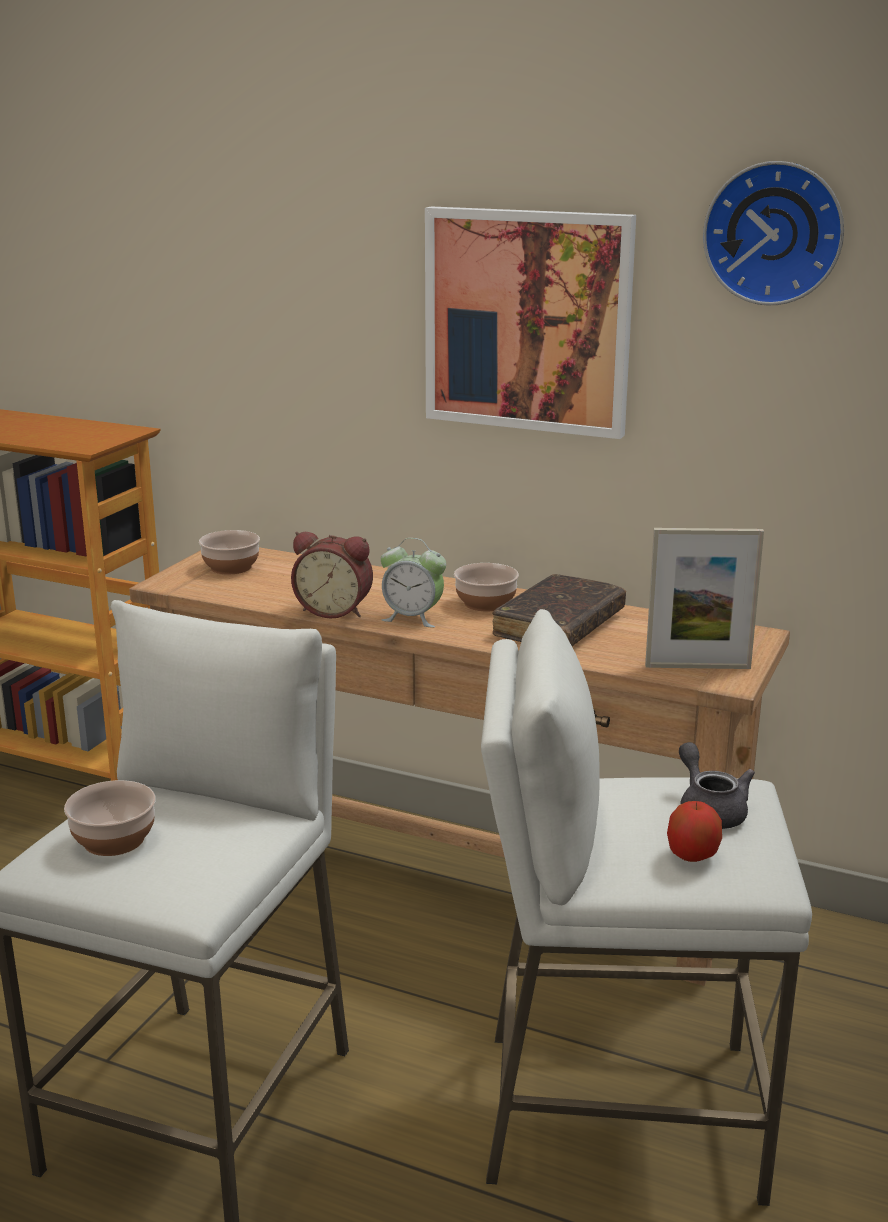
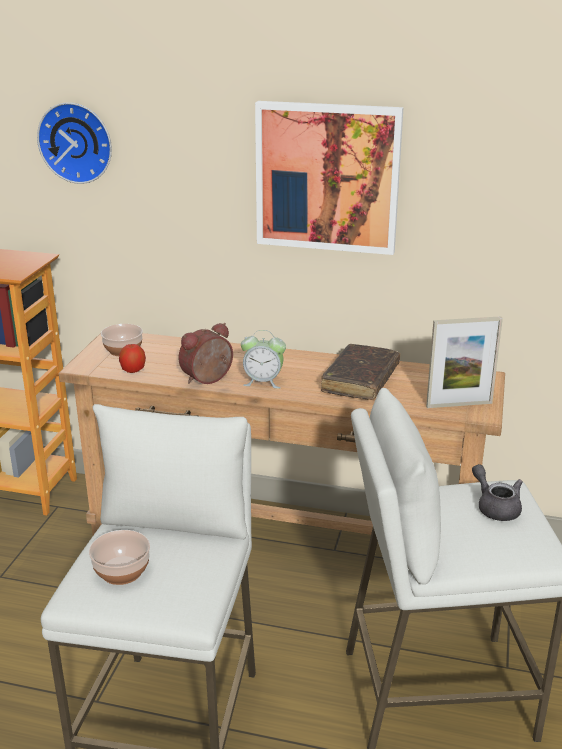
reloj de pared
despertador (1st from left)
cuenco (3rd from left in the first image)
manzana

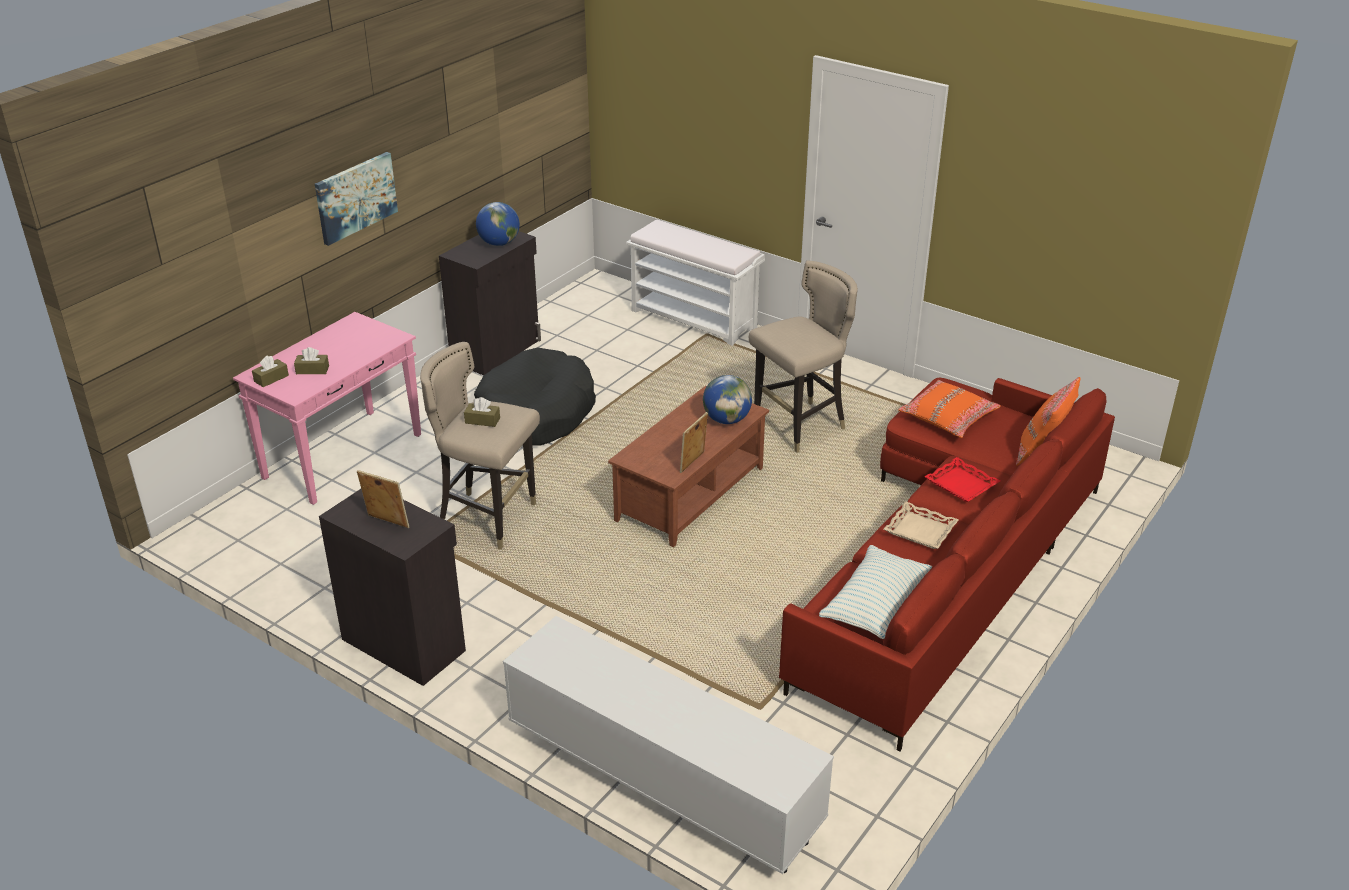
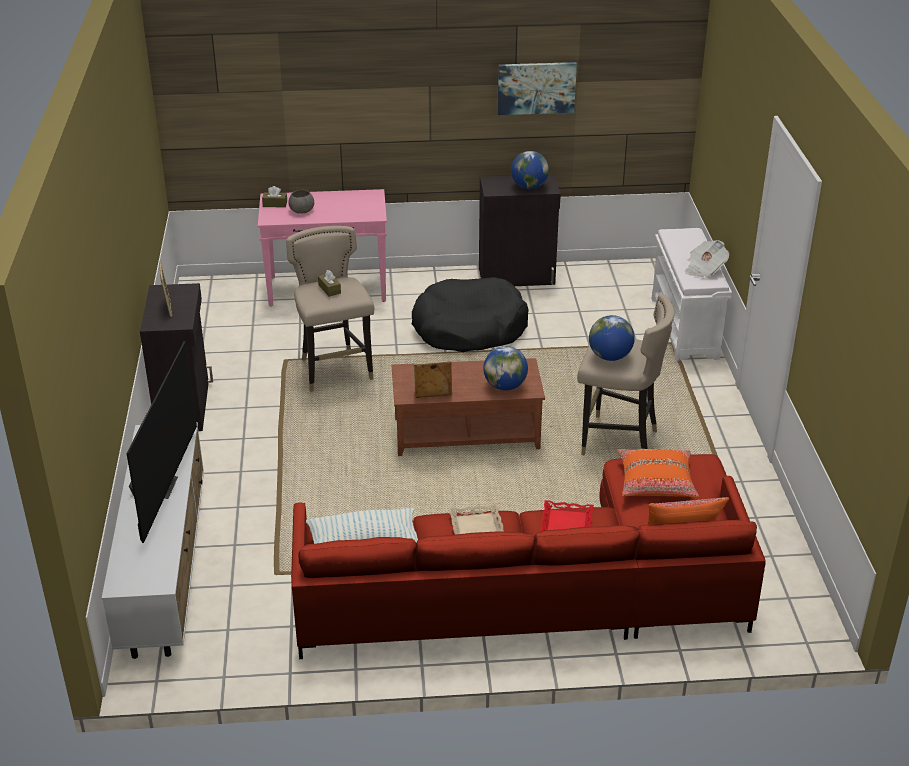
cuadro
cuenco (gris)
periódico
globo terráqueo (3rd from left)
televisor

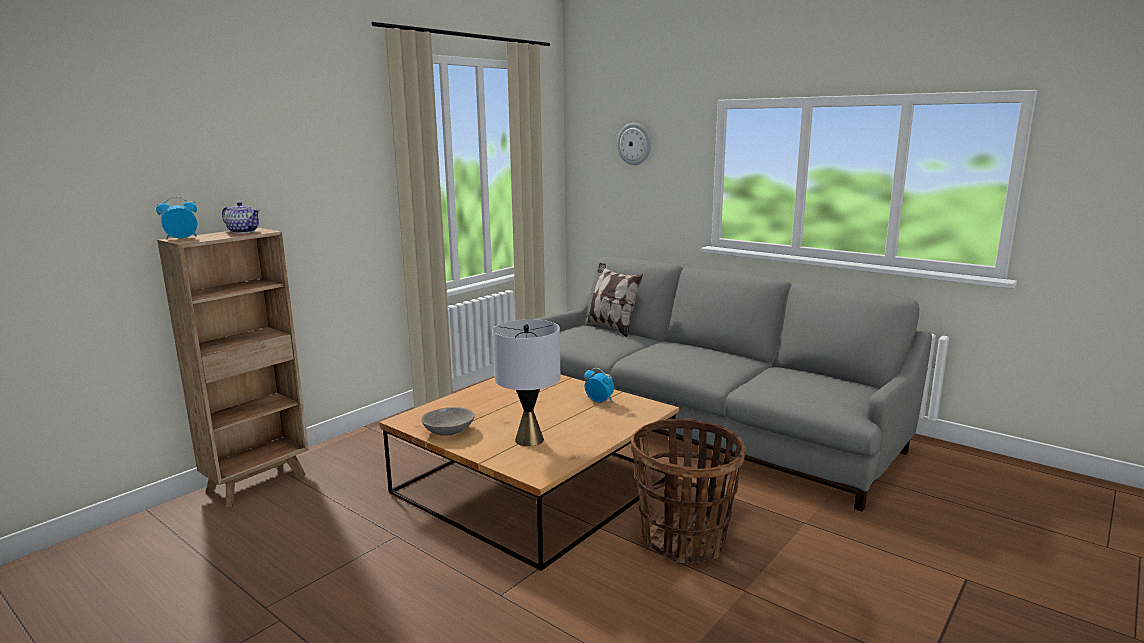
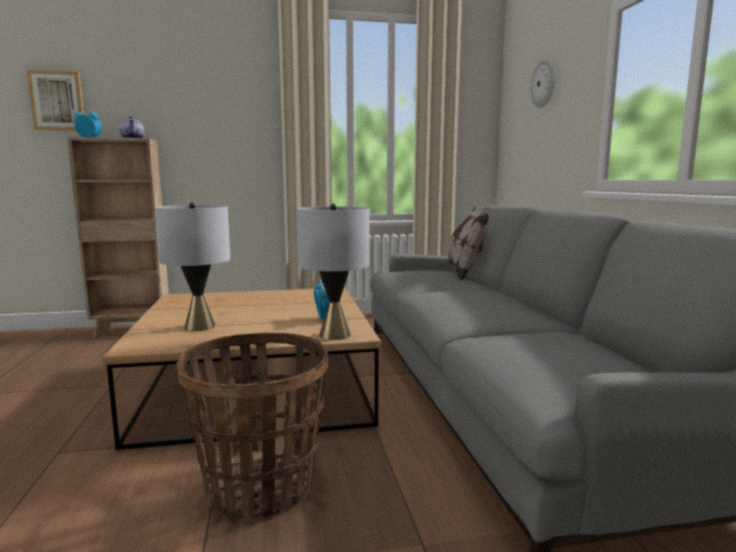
cuenco (gris)
cuadro
lámpara de mesa (gris) (2nd from left)

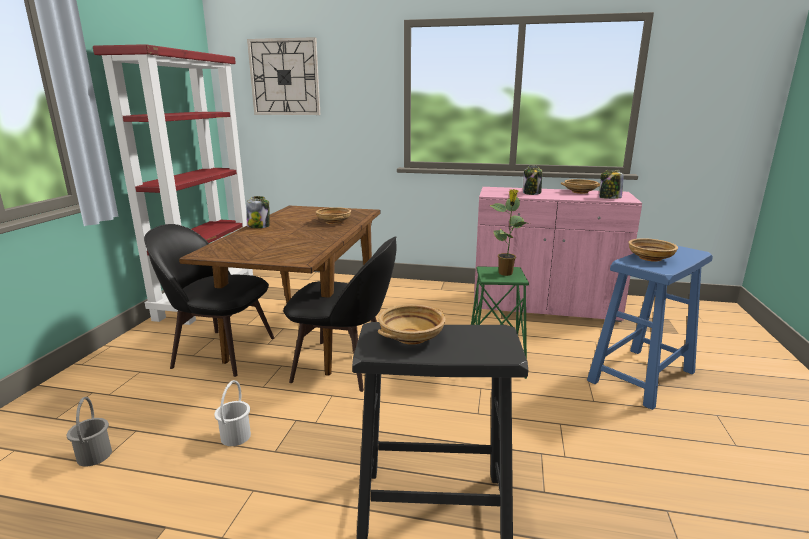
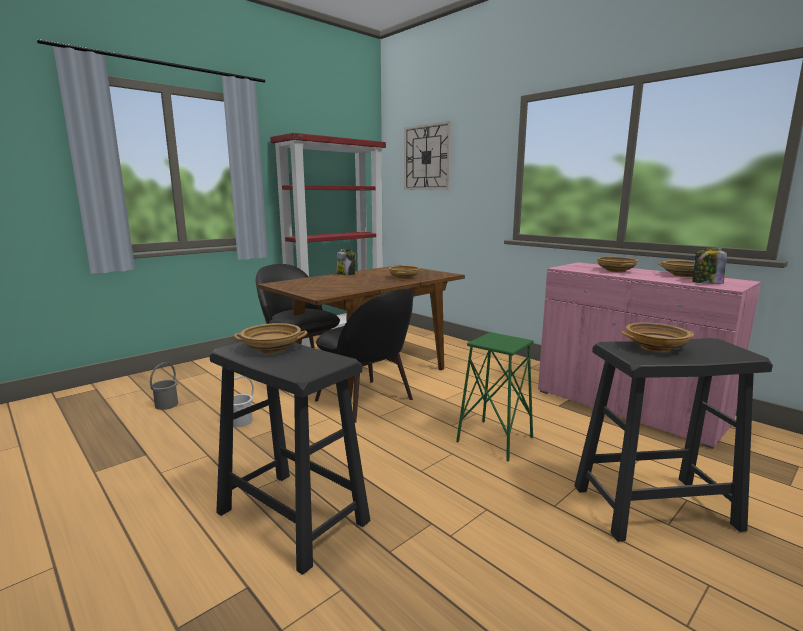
cuenco (beis) (3rd from left)
planta en maceta
taburete (negro) (2nd from left)

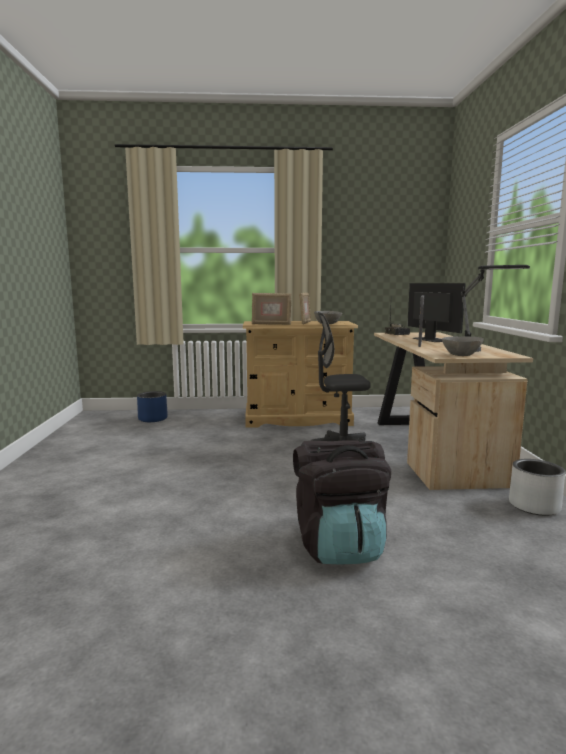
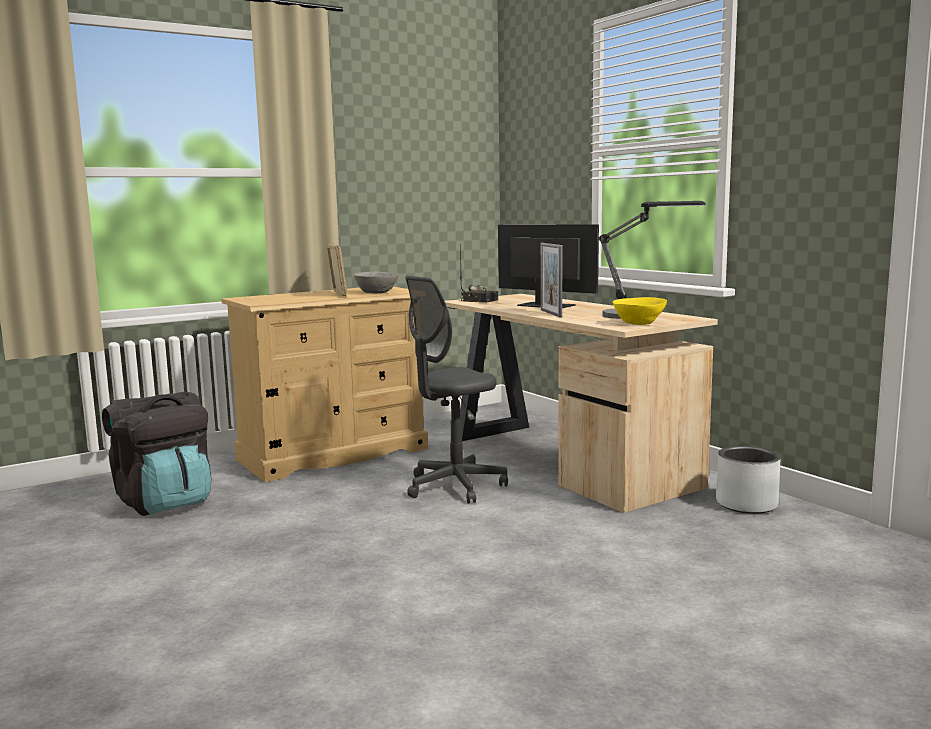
portarretratos (1st from left in the first image)
cuenco (amarillo)
maceta (azul)
mochila (negro)

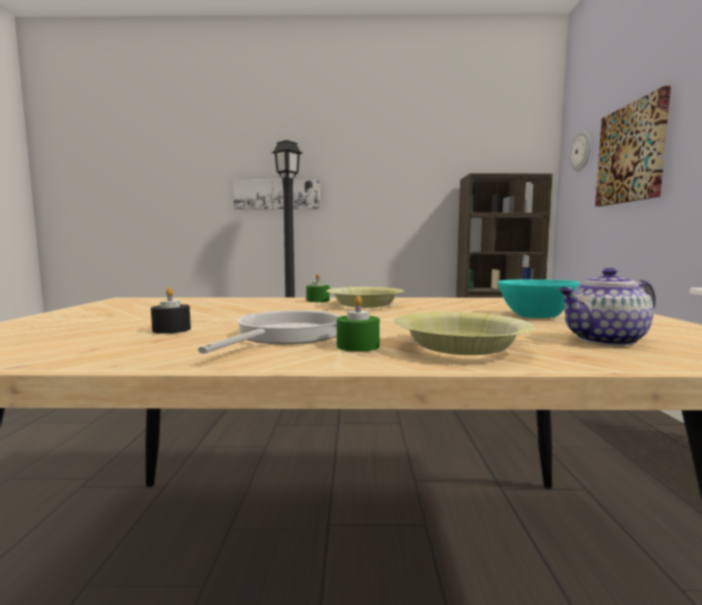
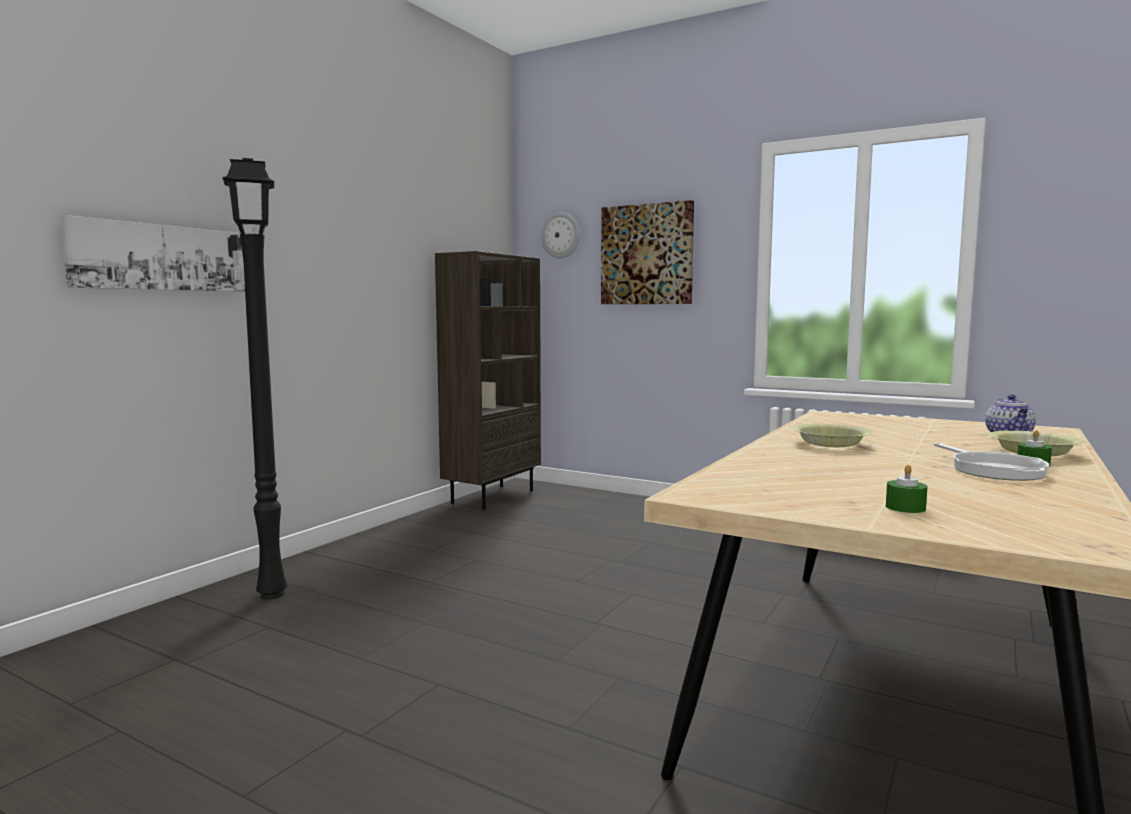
vela (verde) (1st from left)
cuenco (turquesa)
vela (negro)
sartén

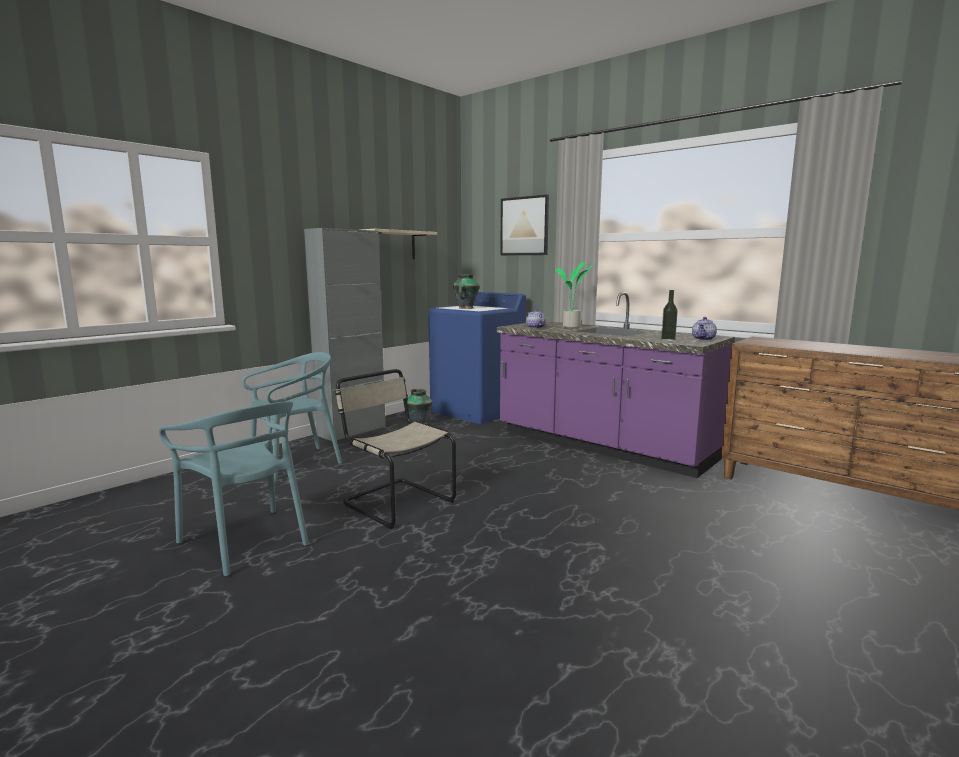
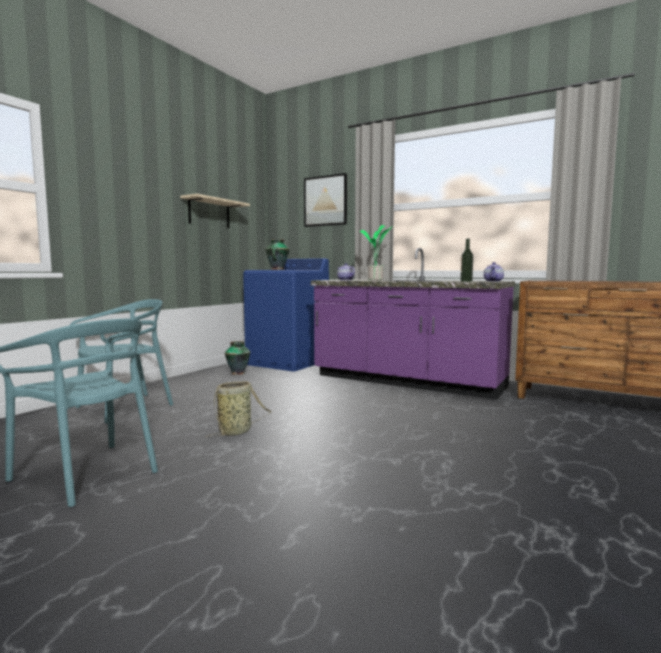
armario (gris)
cesta

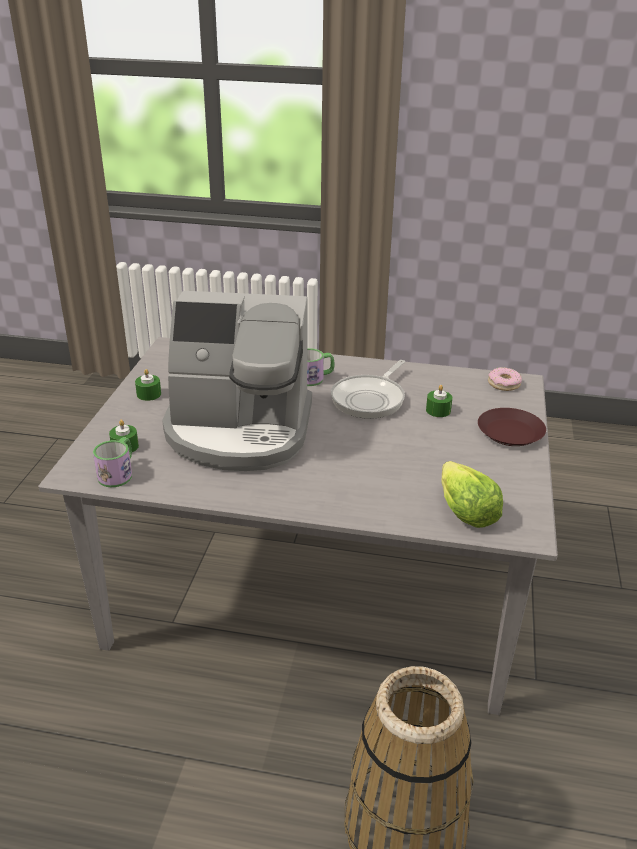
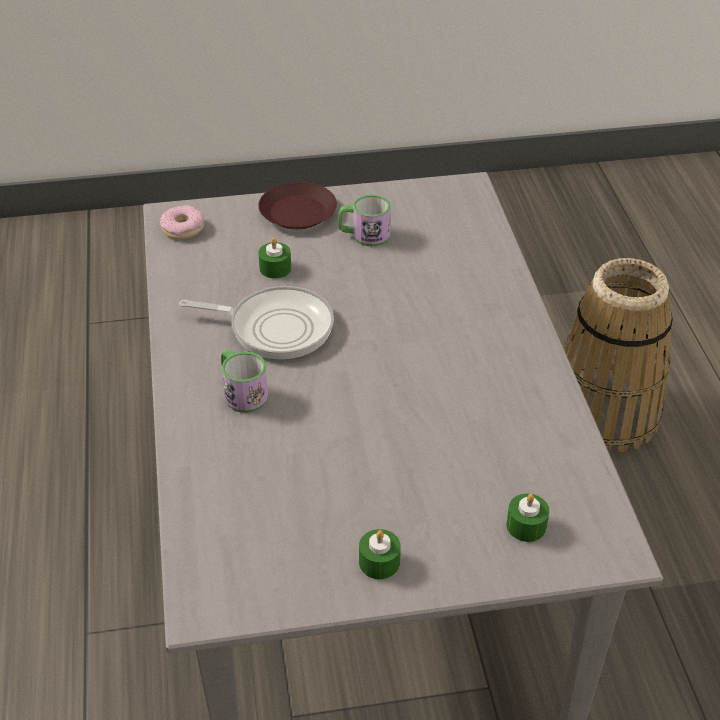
cafetera
taza grande (2nd from left)
lechuga

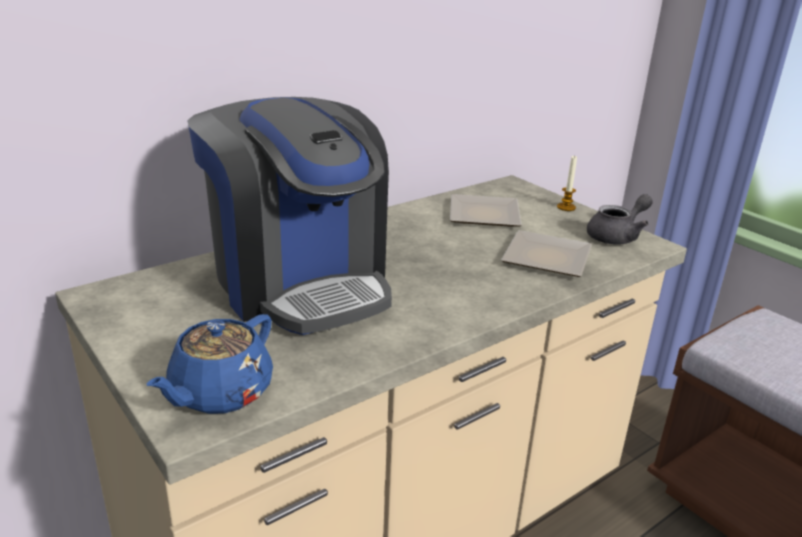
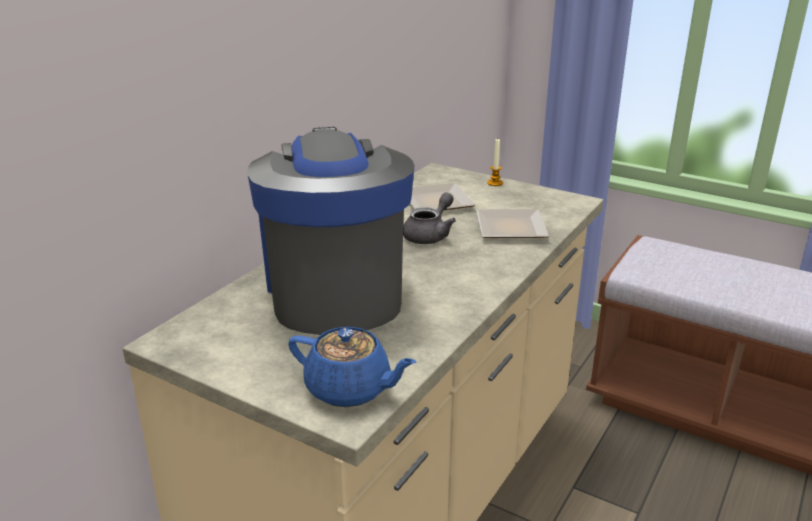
cafetera
tetera (gris)
tetera (azul)

